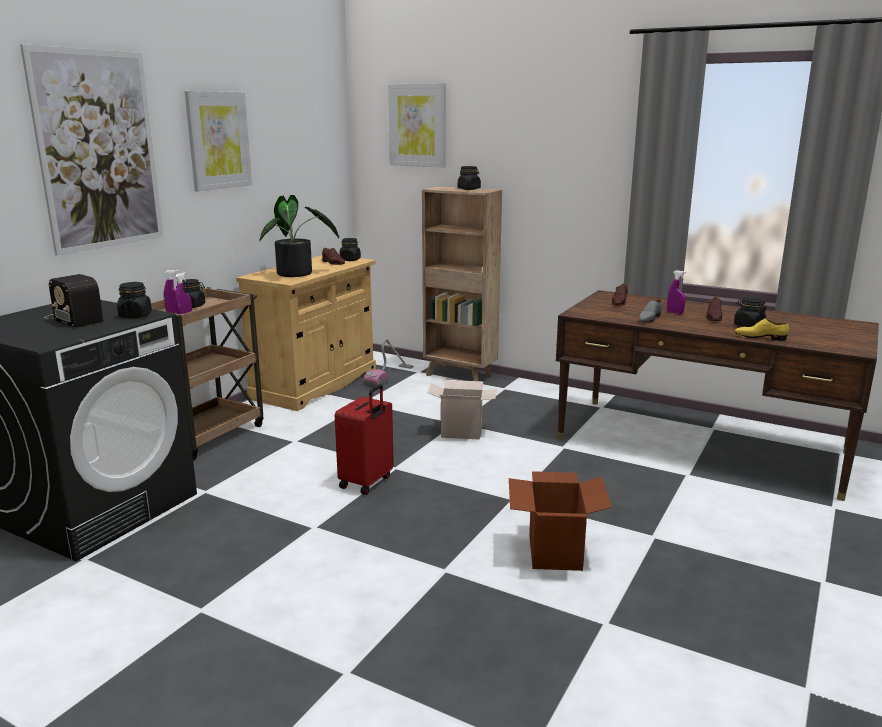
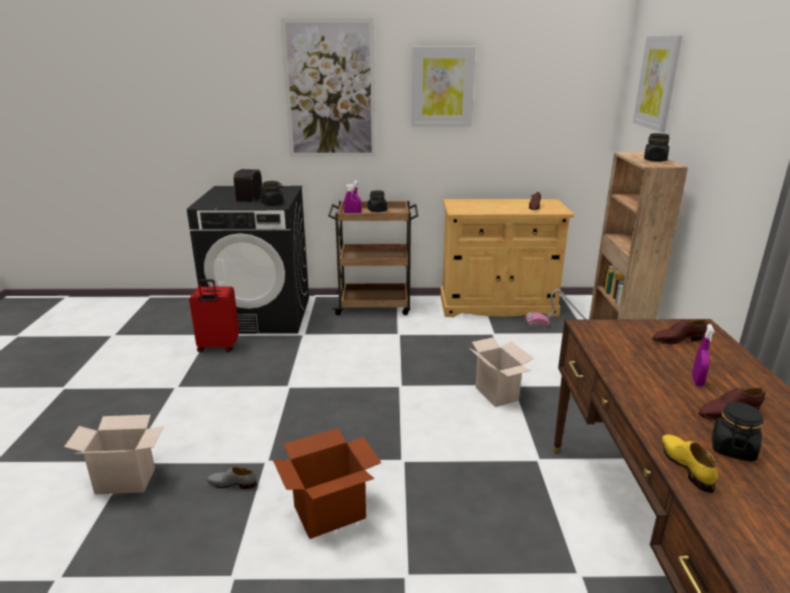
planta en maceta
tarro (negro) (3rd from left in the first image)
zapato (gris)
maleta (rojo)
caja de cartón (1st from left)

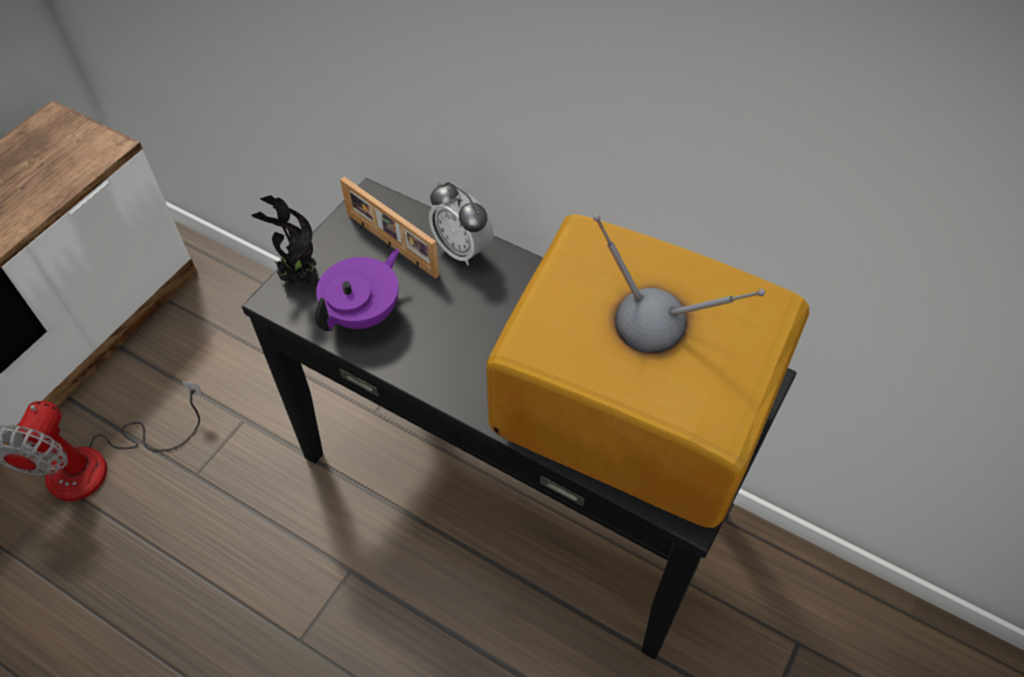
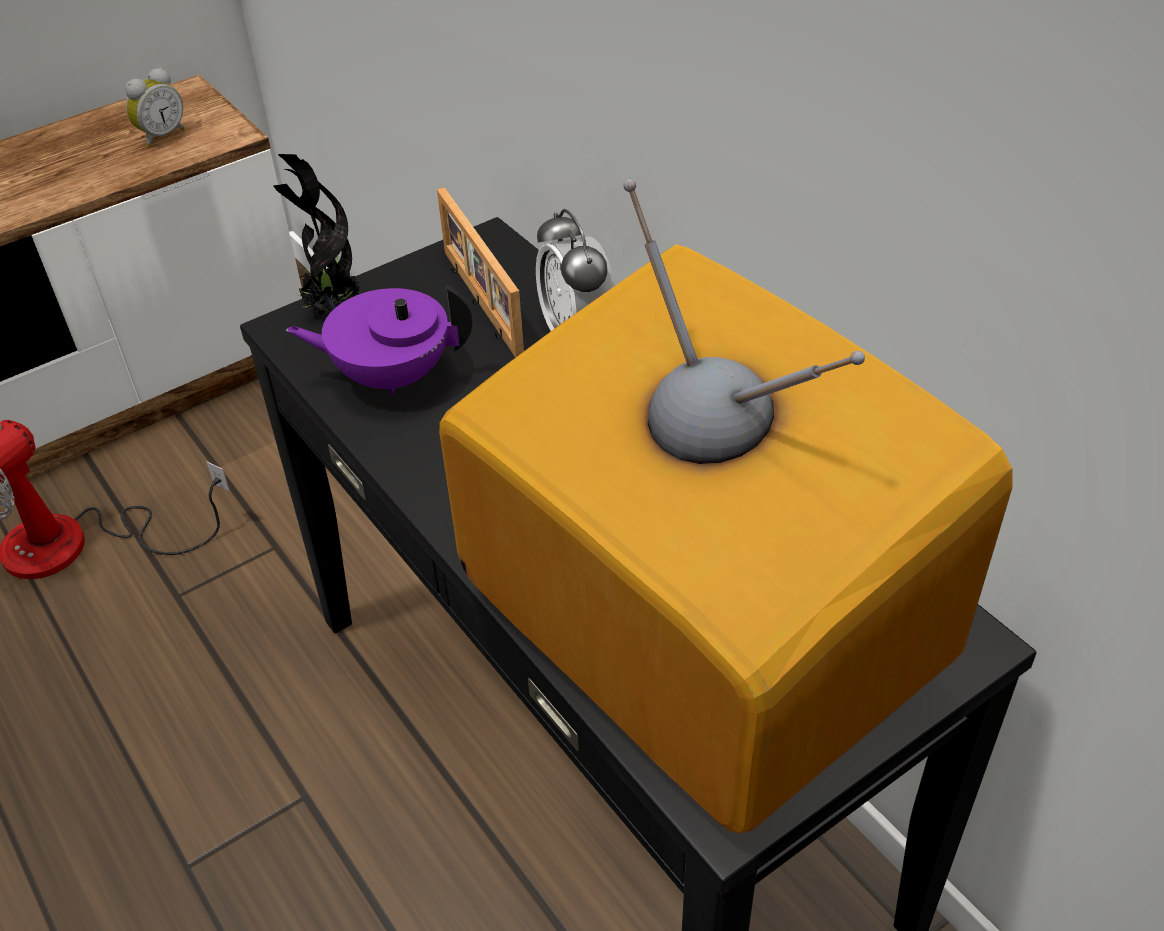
tetera (morado)
despertador (1st from left)

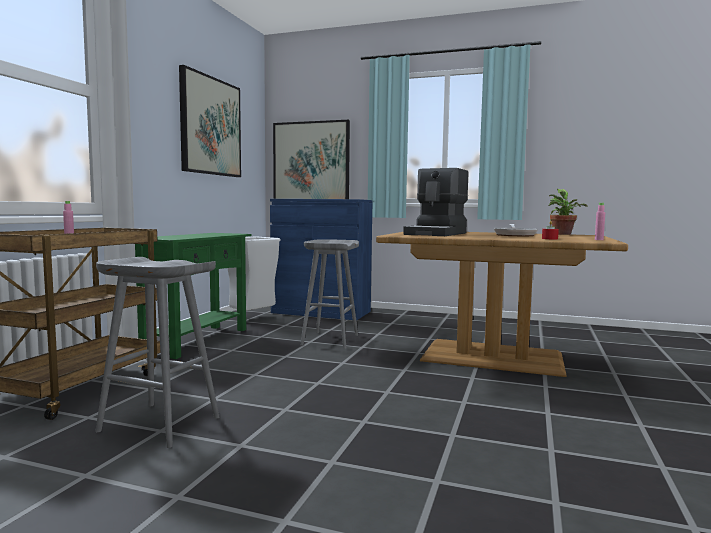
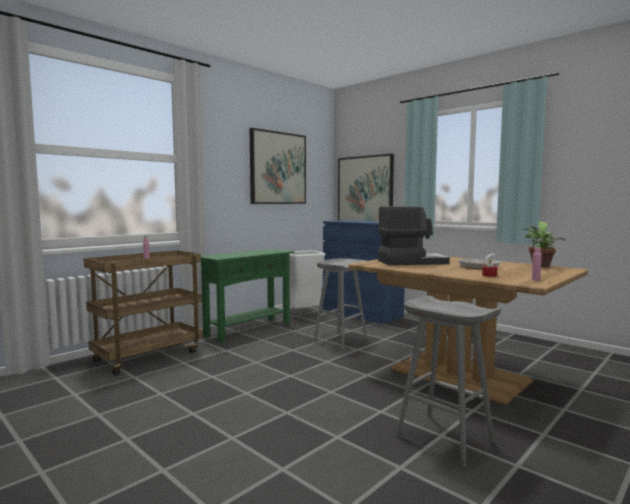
cafetera
taburete (gris) (2nd from left)

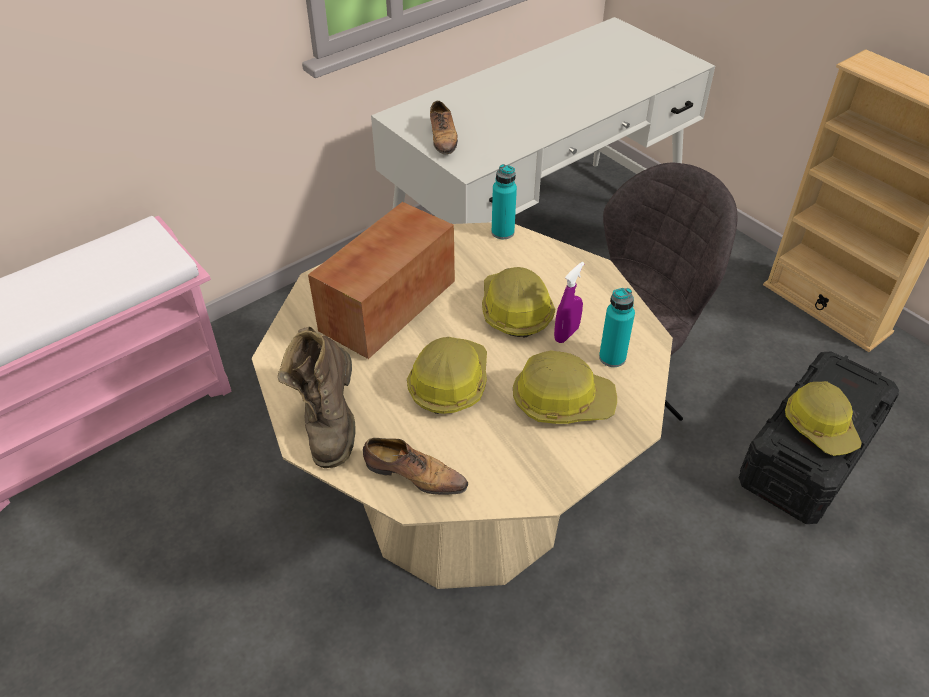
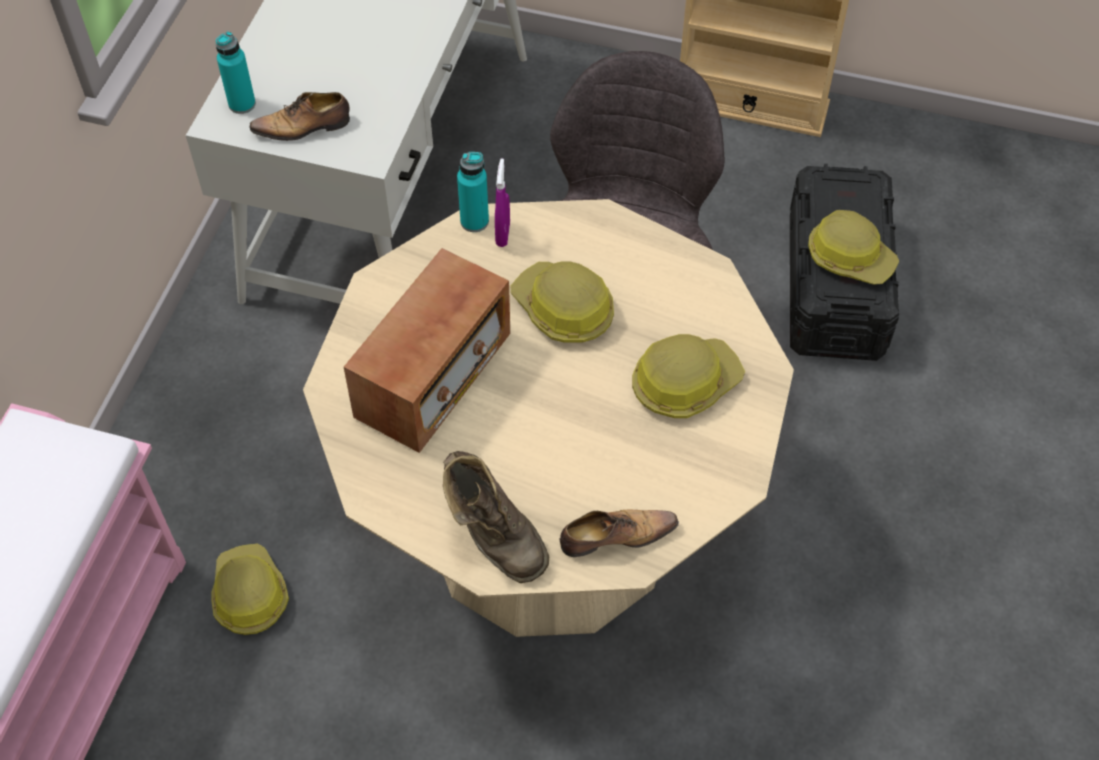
zapato (1st from left)
radio
pulverizador (morado)
botella (turquesa) (1st from left)
casco (1st from left)

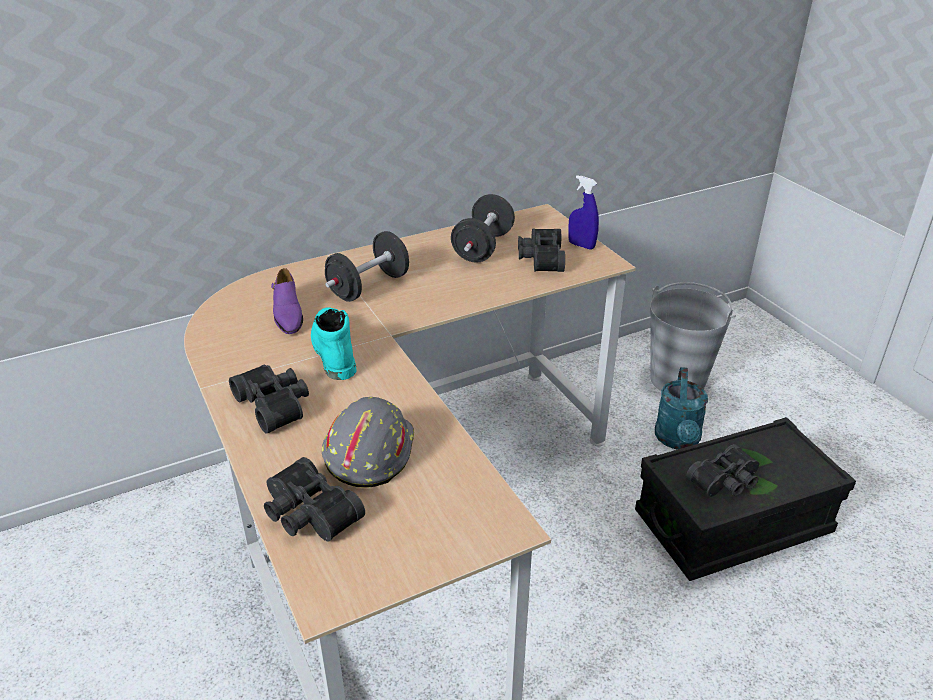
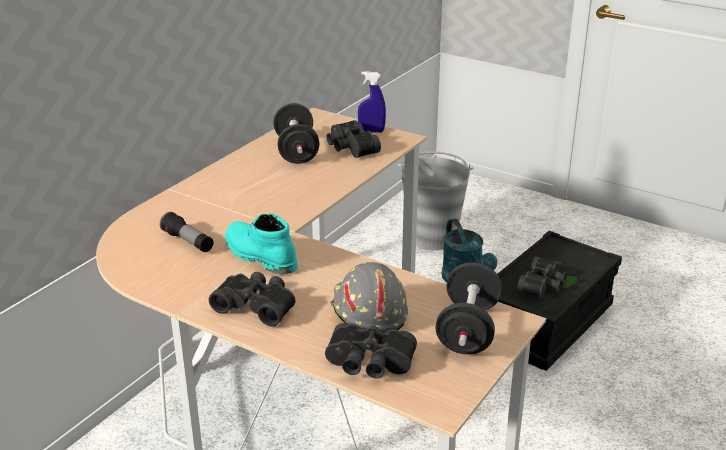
mancuerna (negro) (2nd from left)
linterna

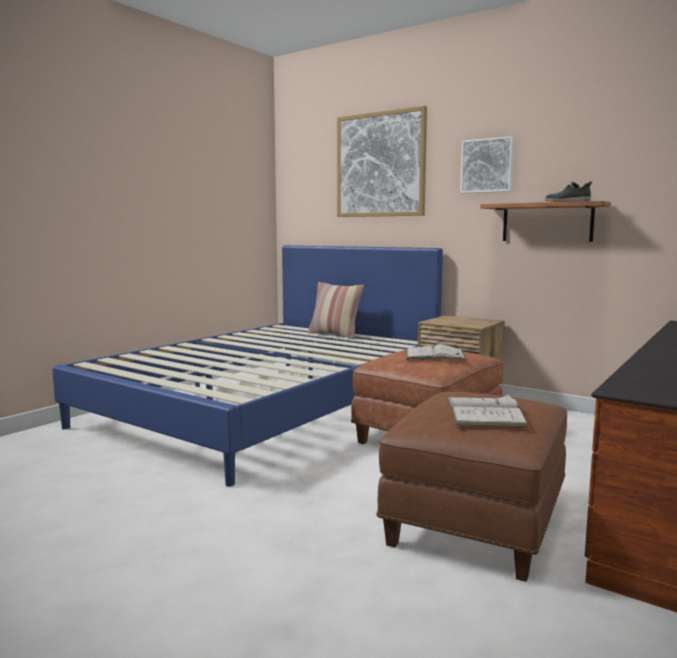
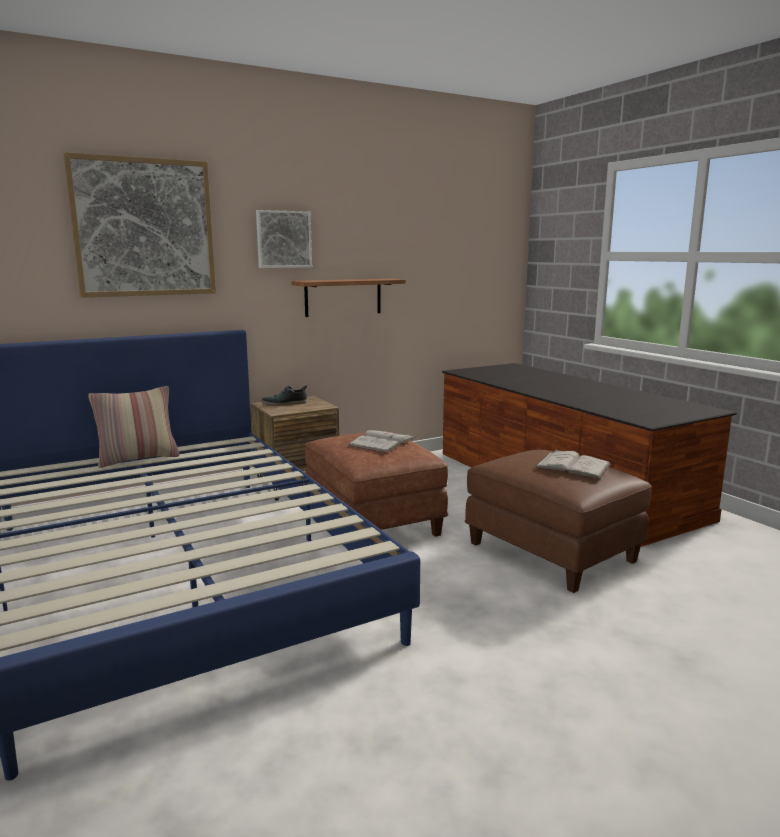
zapato

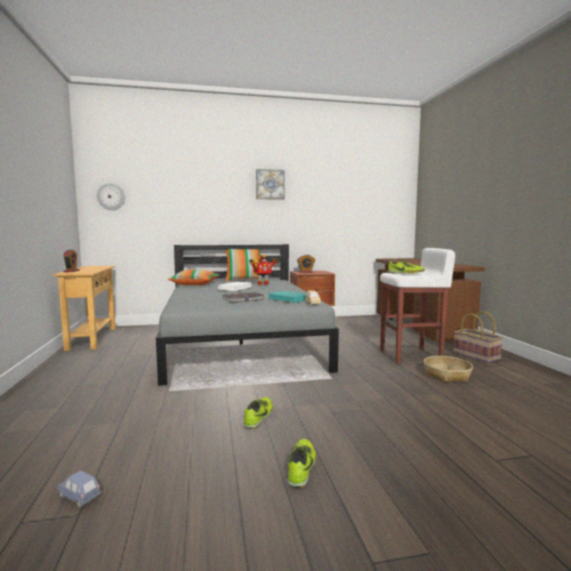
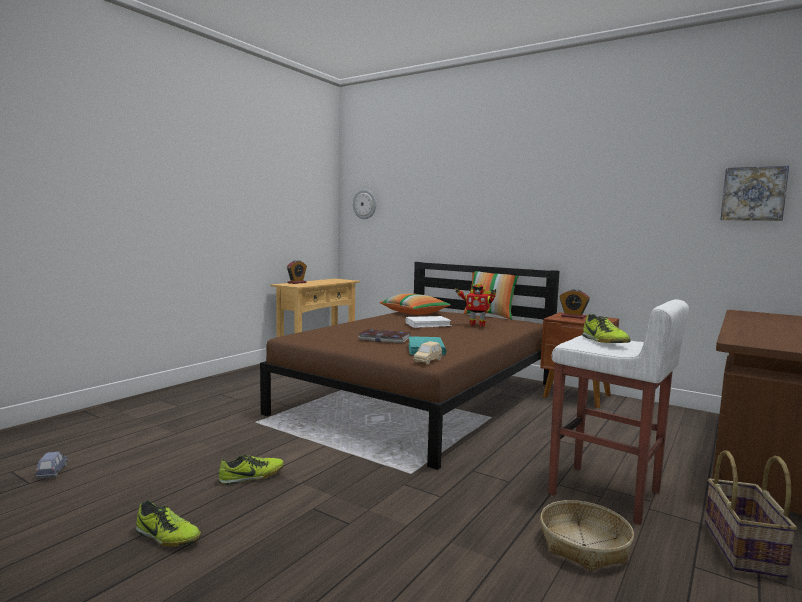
cuadro
cama (marrón)
zapato (1st from left)

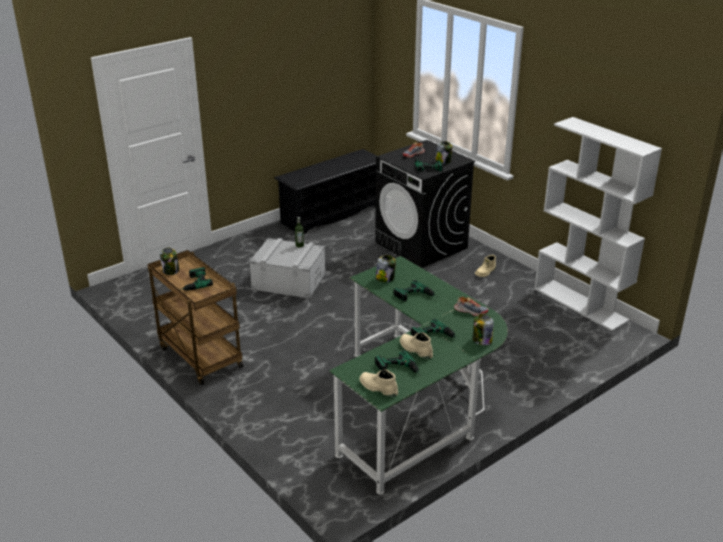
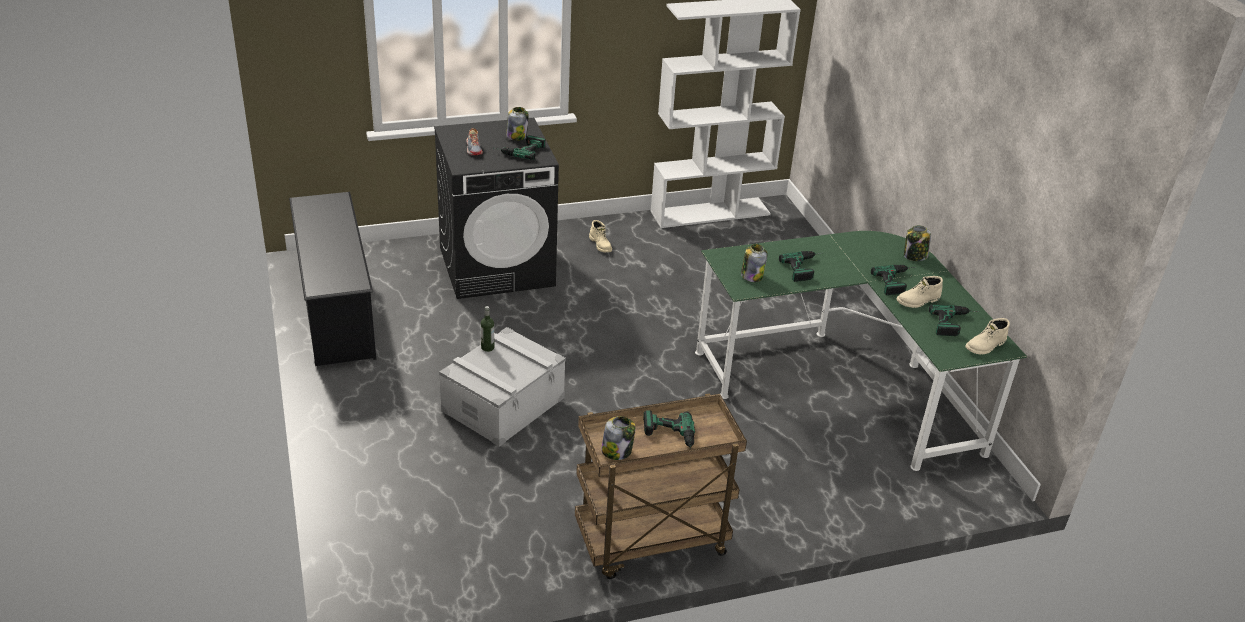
zapato (2nd from left in the first image)

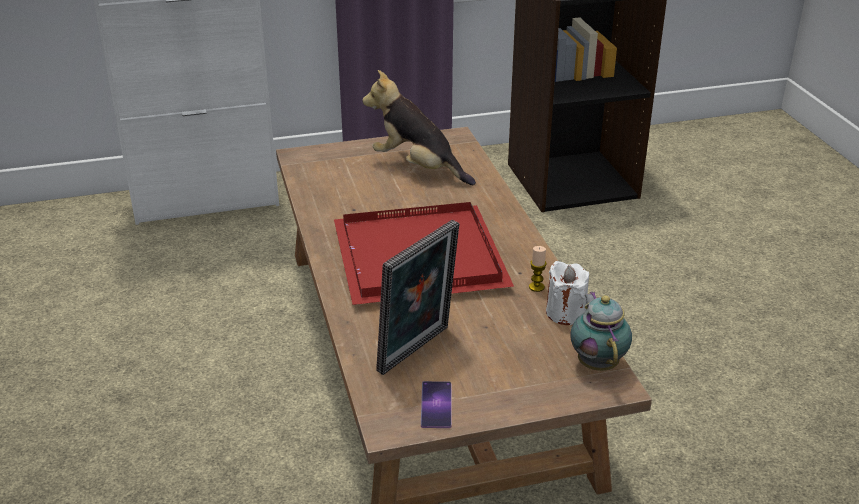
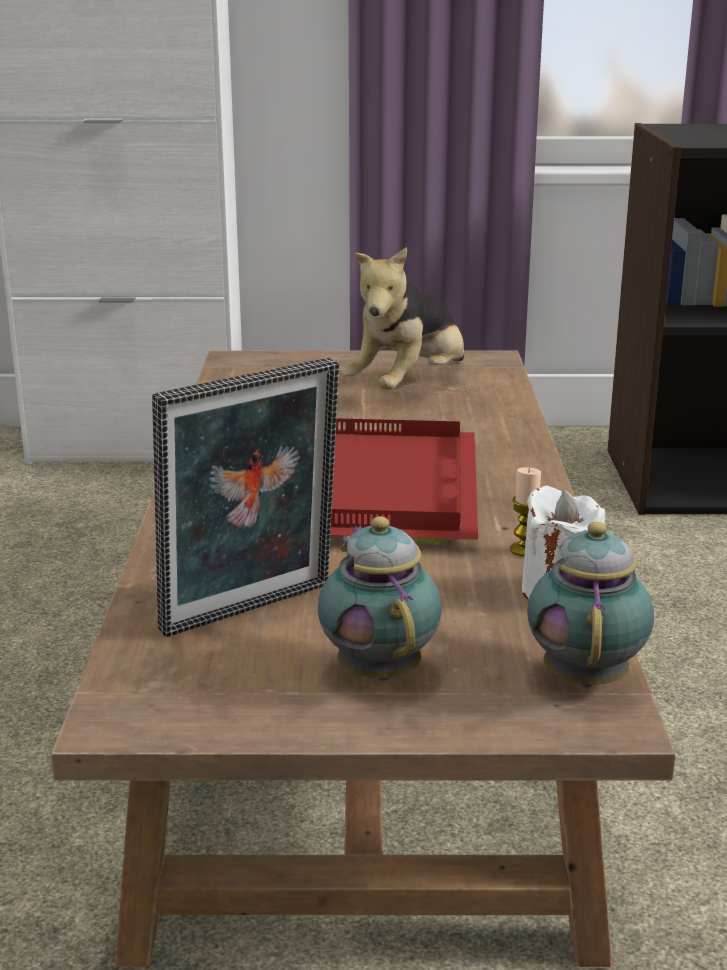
peluche
móvil
tetera (1st from left)

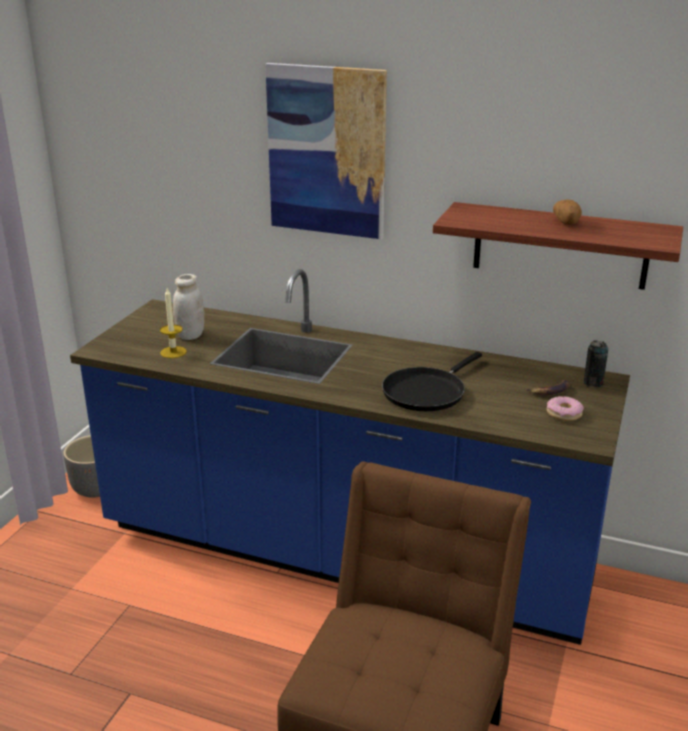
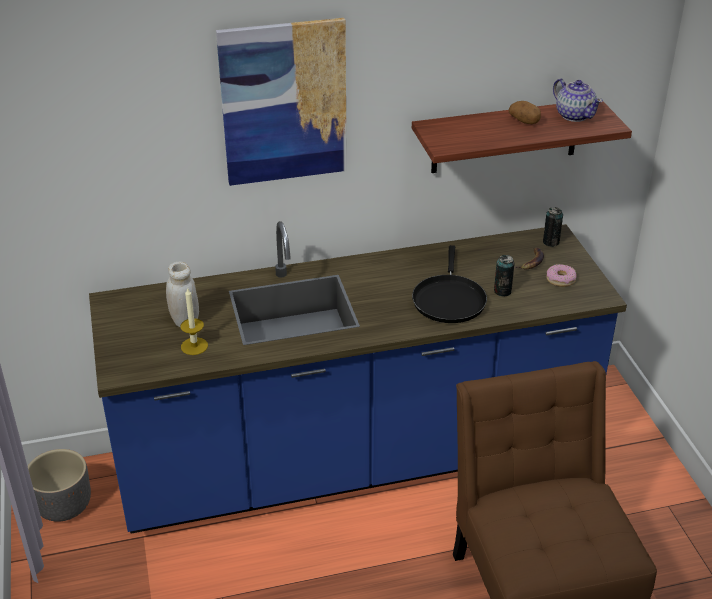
tetera
lata (1st from left)

